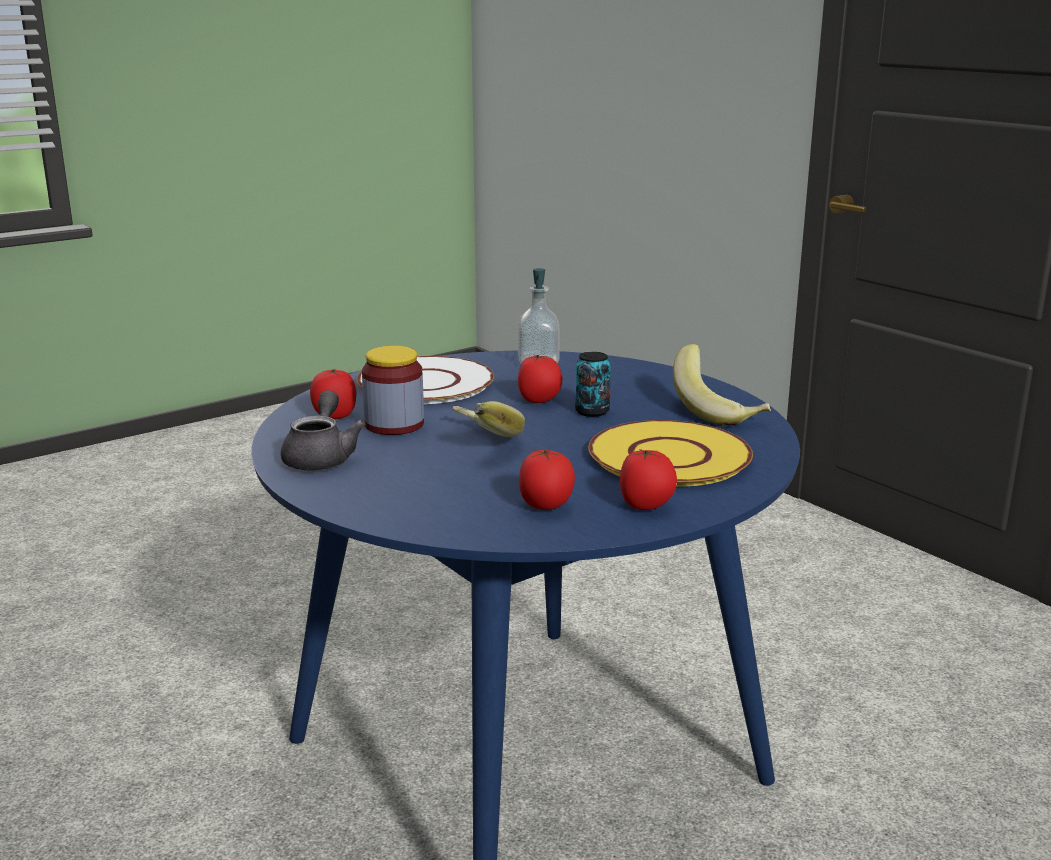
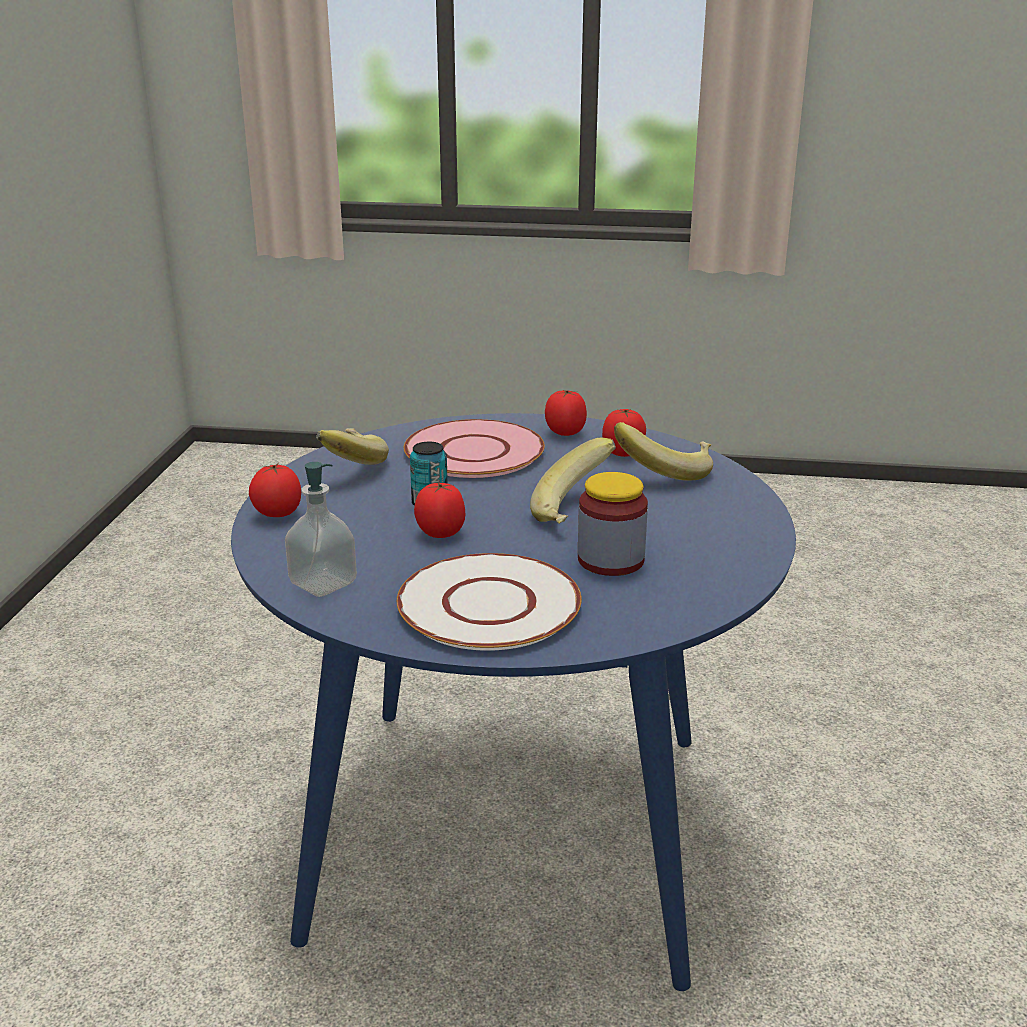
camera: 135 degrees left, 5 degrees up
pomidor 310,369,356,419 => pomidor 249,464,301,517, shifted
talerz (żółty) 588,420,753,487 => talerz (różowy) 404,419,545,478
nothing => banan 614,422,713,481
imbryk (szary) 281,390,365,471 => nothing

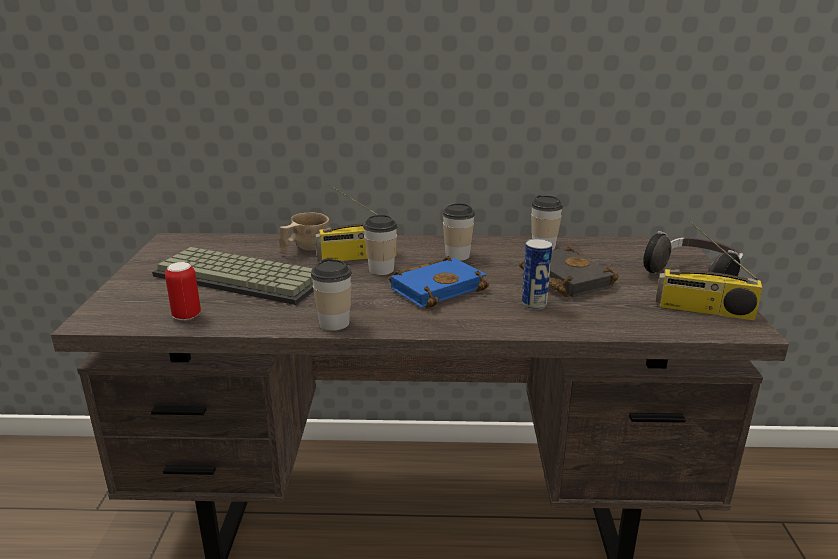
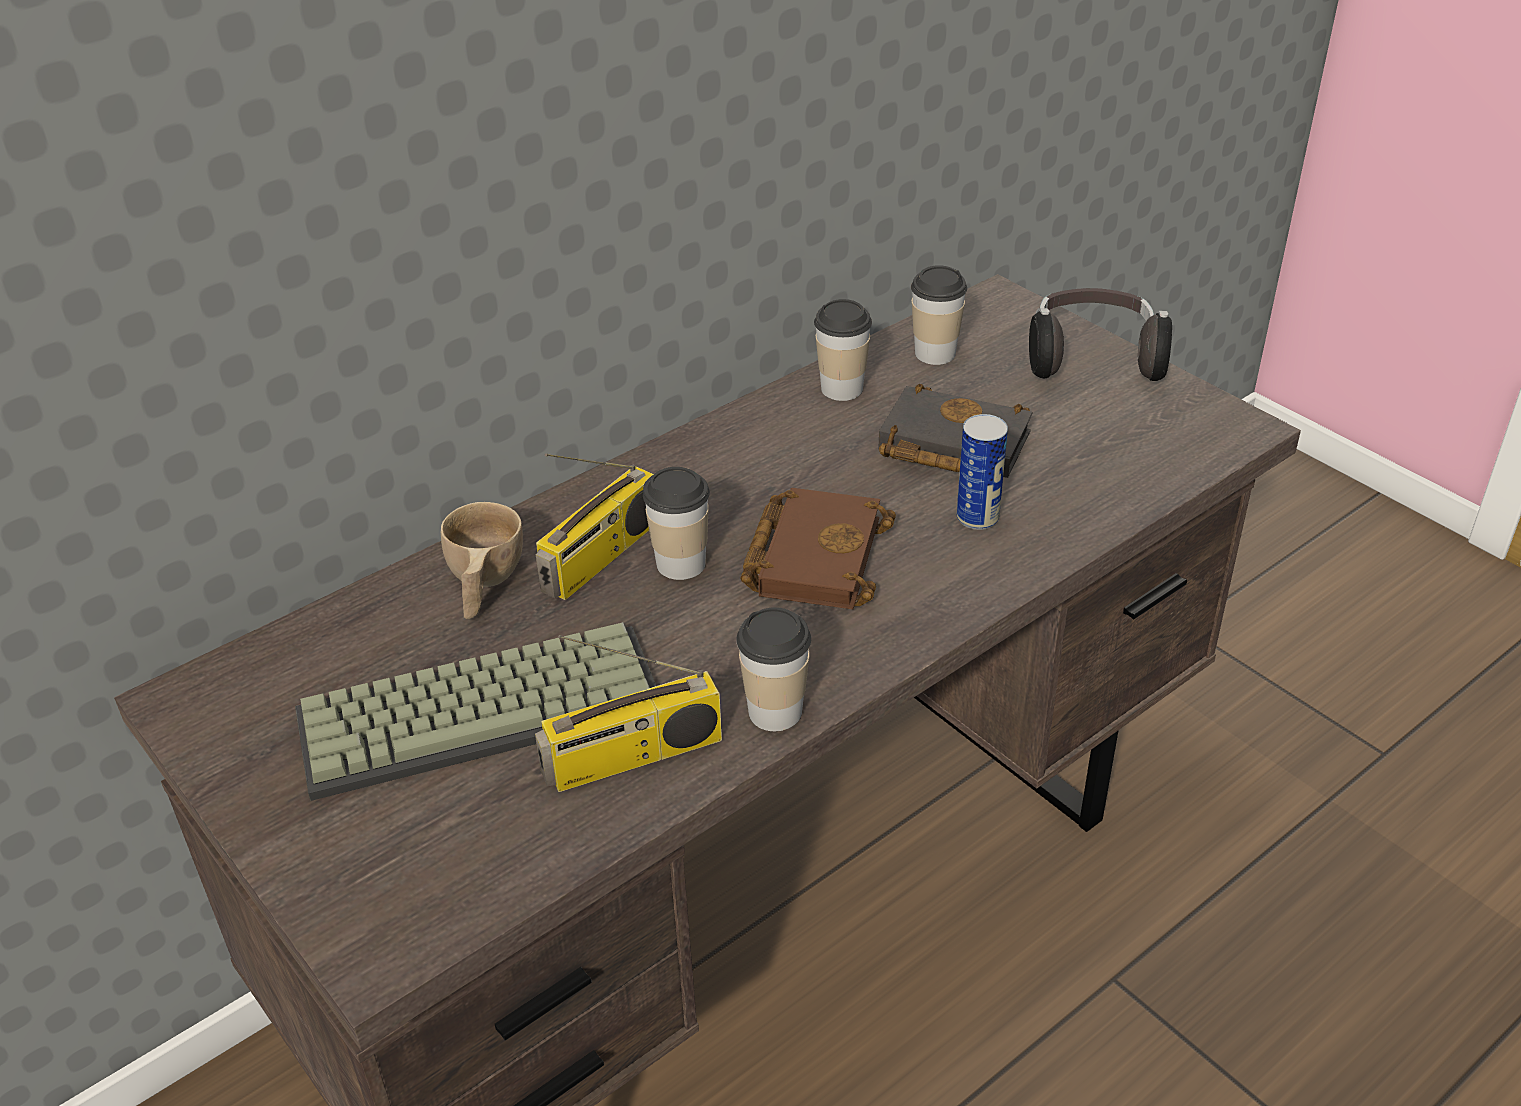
camera: 40 degrees left, 15 degrees up
radio 656,220,763,320 => radio 535,635,722,792, shifted
książka (niebieski) 389,256,489,308 => książka (brązowy) 740,488,896,609
filiżanka 442,203,475,261 => filiżanka 911,265,967,365, shifted
puszka 165,262,201,321 => nothing

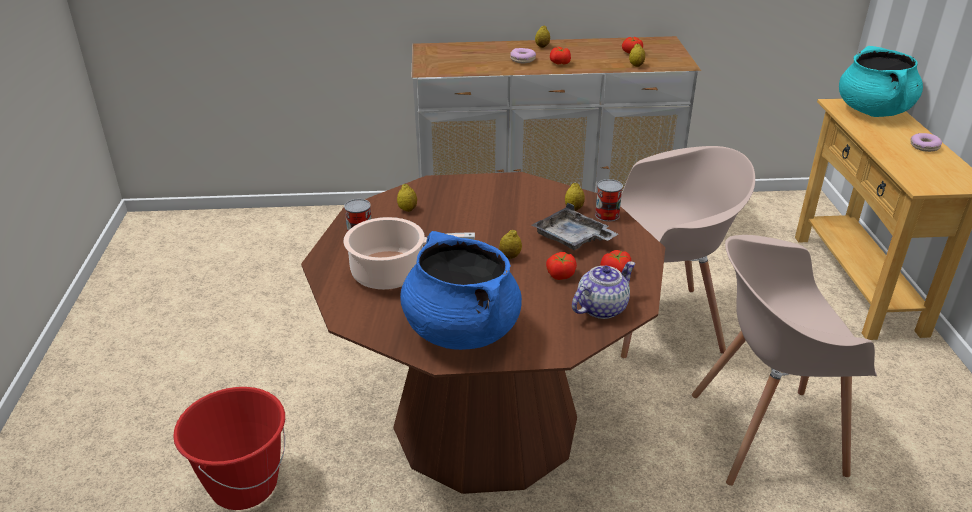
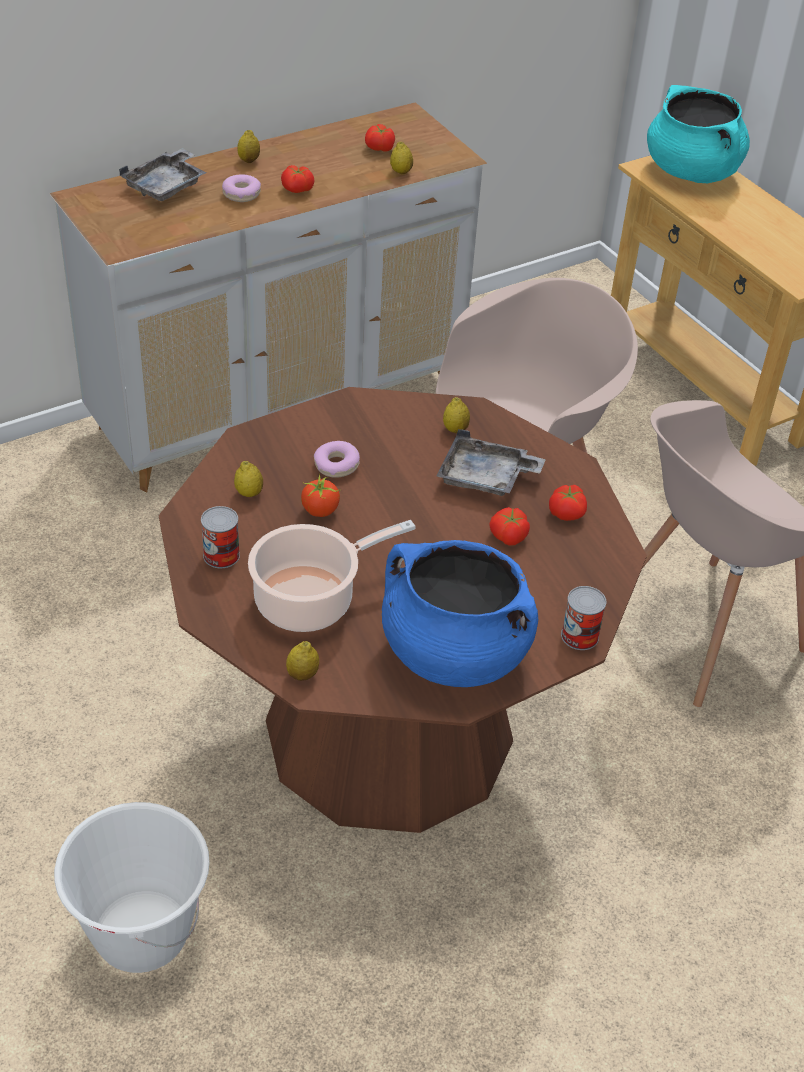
camera: 30 degrees left, 10 degrees up
wiadro (czerwony) 173,387,285,510 => wiadro (biały) 54,802,210,973
nothing => taca (szary) 119,148,207,201
cytryna 499,230,522,259 => cytryna 286,641,319,681, shifted
nothing => pomidor 301,474,340,517
donut 910,133,942,152 => donut 314,441,360,478, shifted
puszka 595,179,623,222 => puszka 561,586,606,650, shifted
imbryk 572,261,636,319 => nothing

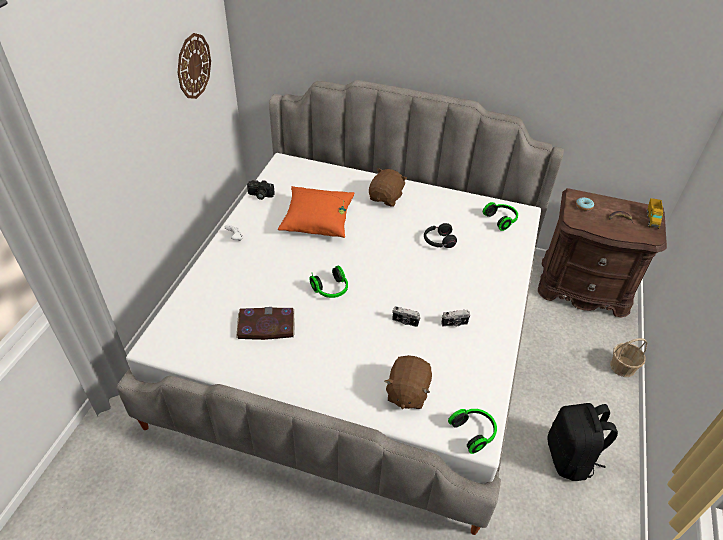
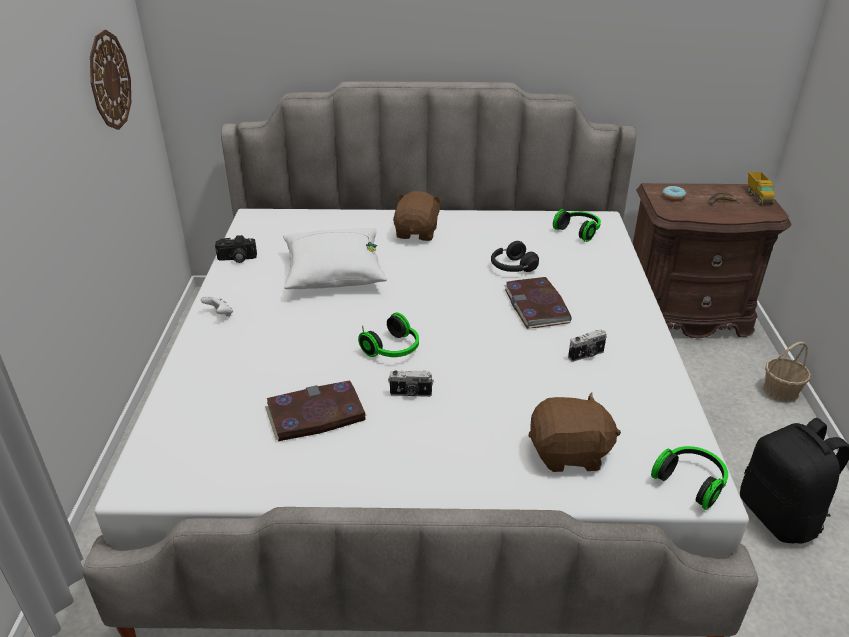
camera: 15 degrees left, 10 degrees down
poduszka (pomarańczowy) 278,186,354,238 => poduszka (biały) 283,228,387,289
aparat fotograficzny 392,306,420,327 => aparat fotograficzny 388,370,434,397, shifted
nothing => książka 504,277,572,329
pluszak (brązowy) 384,355,432,409 => pluszak (brązowy) 528,392,621,472, 90 degrees counterclockwise

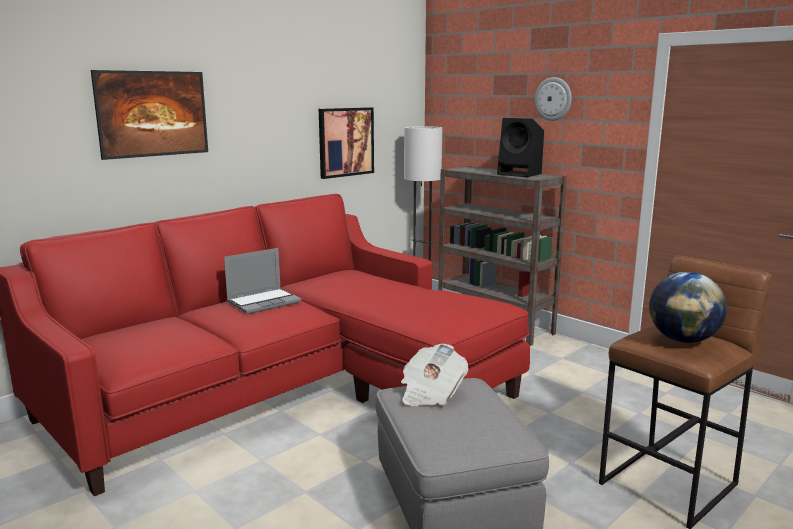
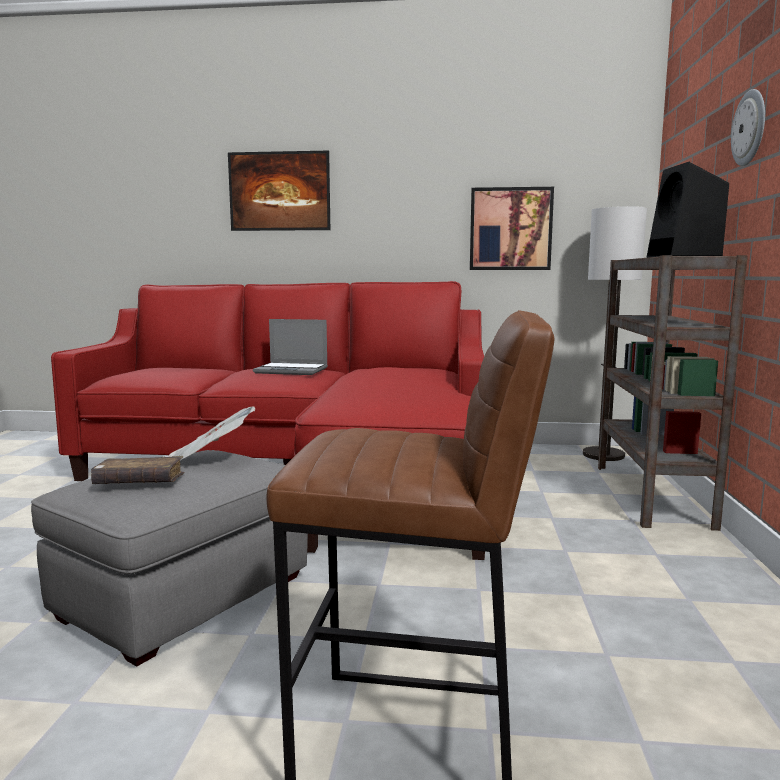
camera: 50 degrees right, 5 degrees down
nothing => książka (brązowy) 91,456,185,484
globus 649,272,727,343 => nothing

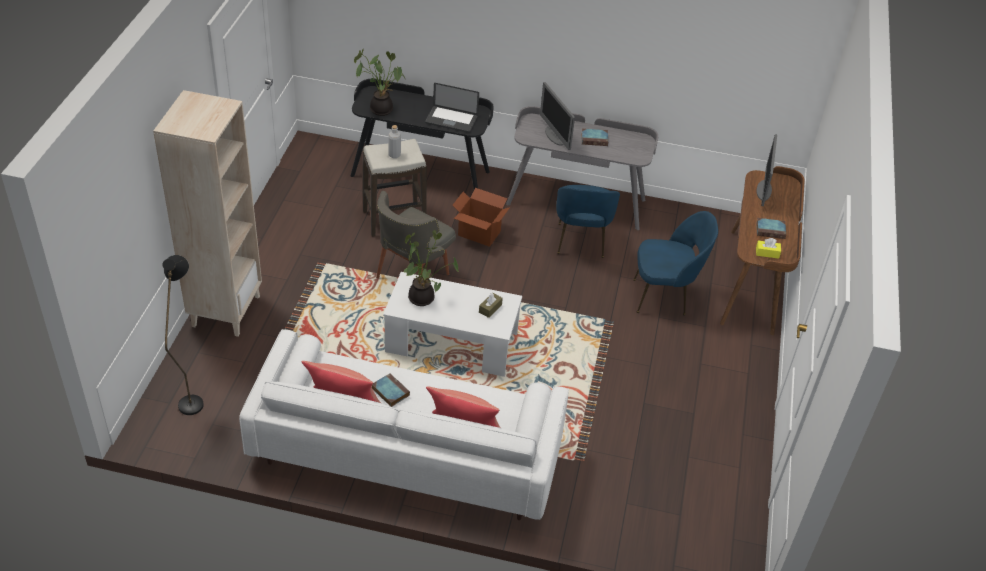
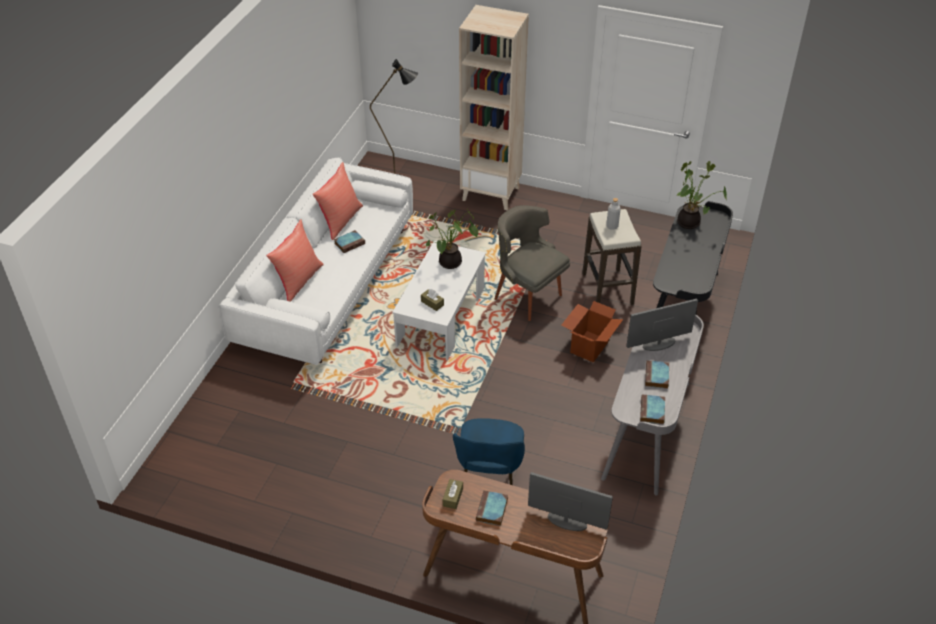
camera: 100 degrees right, 0 degrees up
pudełko chusteczek (żółty) 756,238,781,259 => pudełko chusteczek (brązowy) 443,479,463,509
nothing => książka 640,394,665,424
laptop 425,83,479,133 => nothing
krzesło (niebieski) 556,185,620,258 => nothing

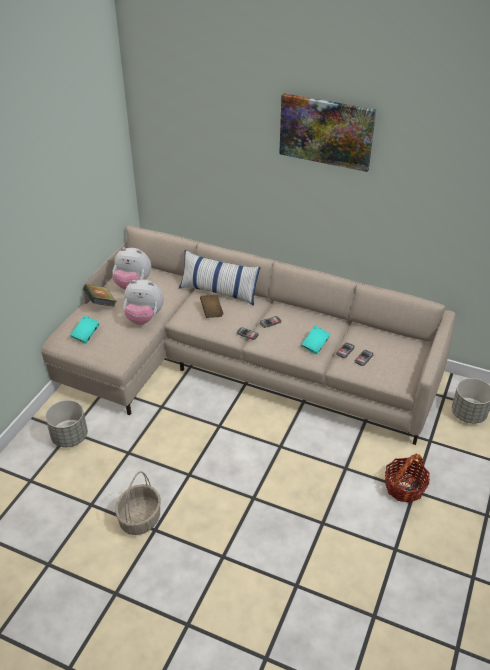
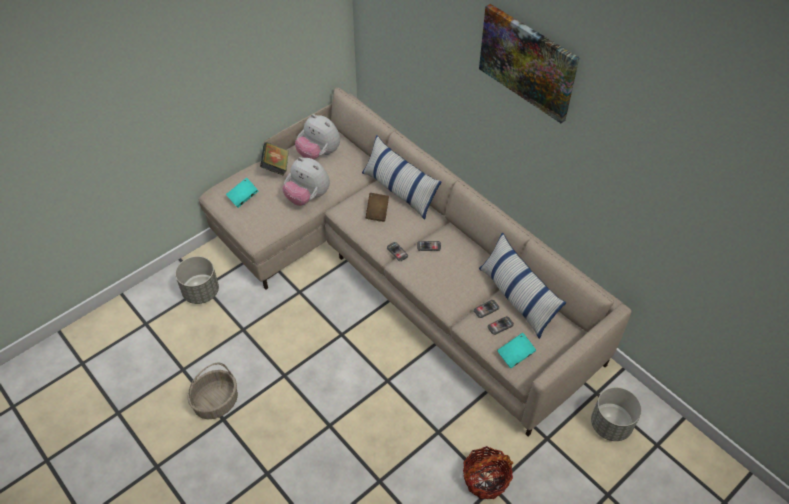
camera: 25 degrees right, 10 degrees up
nothing => poduszka 479,232,566,339
książka (turkusowy) 301,326,330,354 => książka (turkusowy) 497,333,536,368, shifted

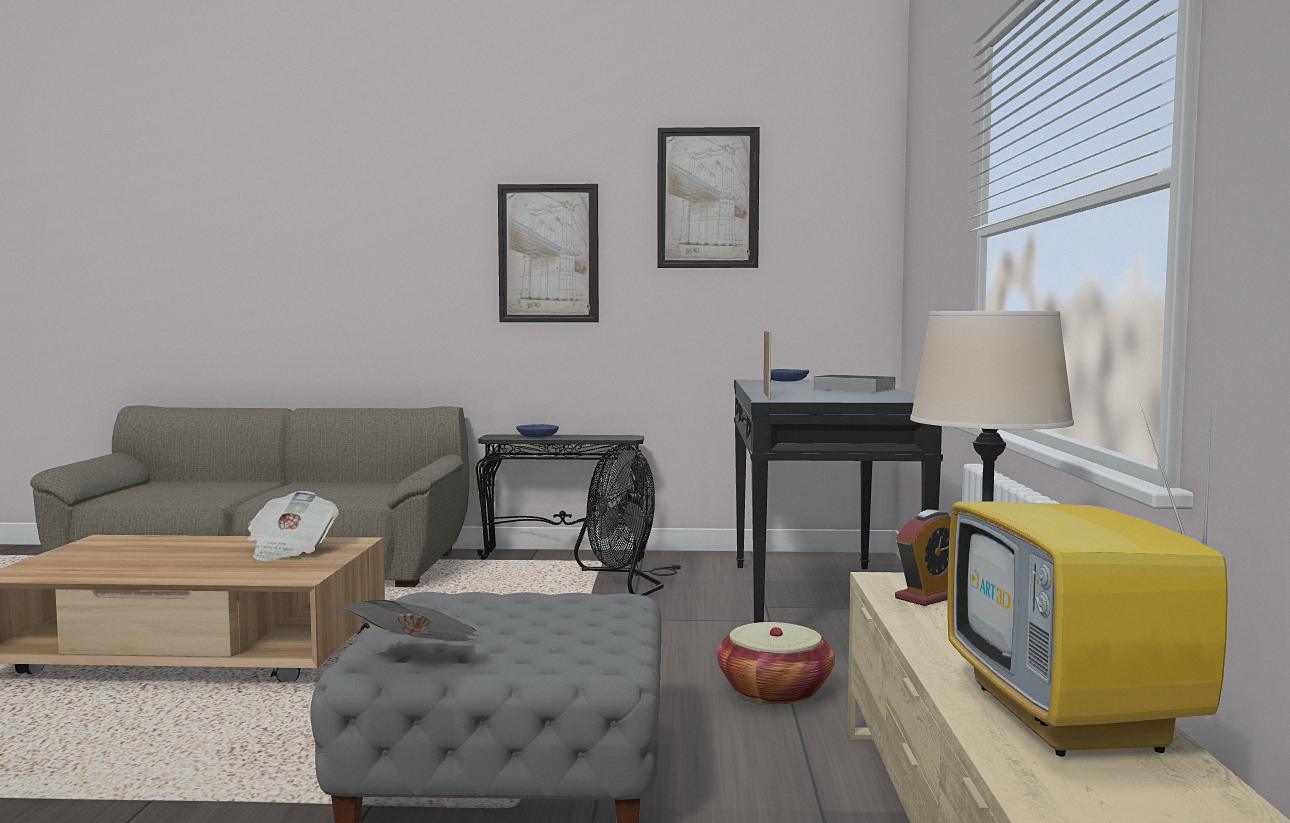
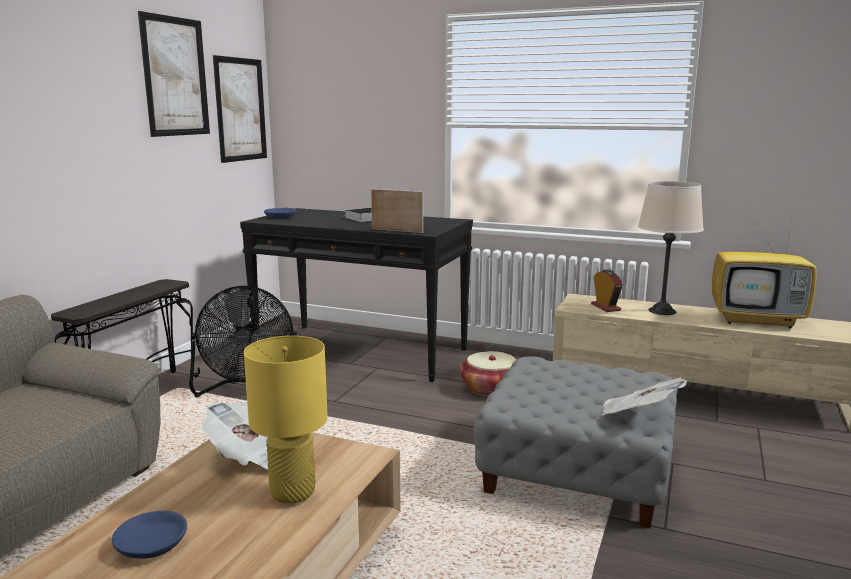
camera: 70 degrees left, 10 degrees up
miska (niebieski) 516,424,559,438 => miska (niebieski) 112,511,187,559, shifted
obraz 498,184,599,322 => obraz 213,55,267,163, shifted
nothing => lampa stołowa (żółty) 244,336,328,504

